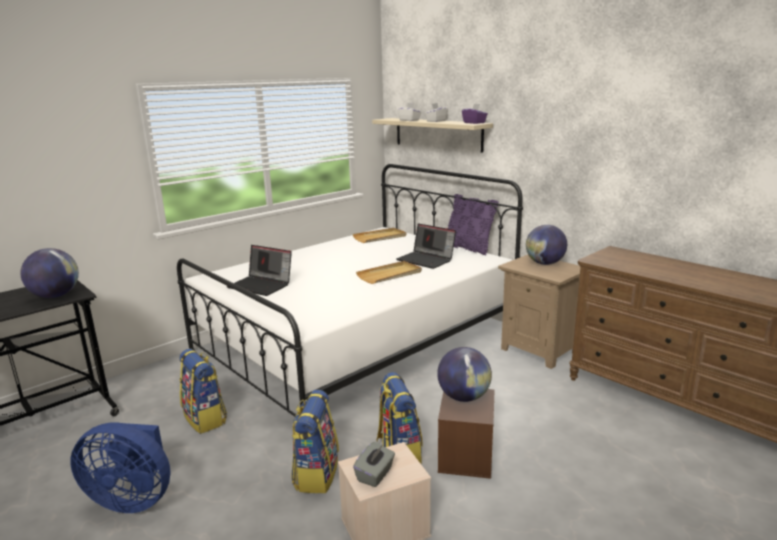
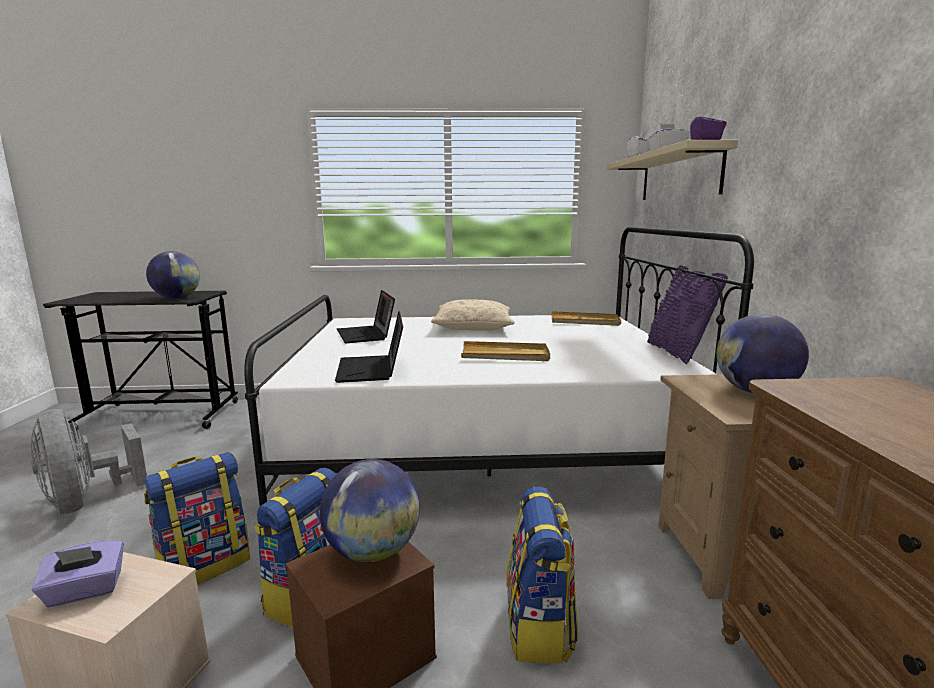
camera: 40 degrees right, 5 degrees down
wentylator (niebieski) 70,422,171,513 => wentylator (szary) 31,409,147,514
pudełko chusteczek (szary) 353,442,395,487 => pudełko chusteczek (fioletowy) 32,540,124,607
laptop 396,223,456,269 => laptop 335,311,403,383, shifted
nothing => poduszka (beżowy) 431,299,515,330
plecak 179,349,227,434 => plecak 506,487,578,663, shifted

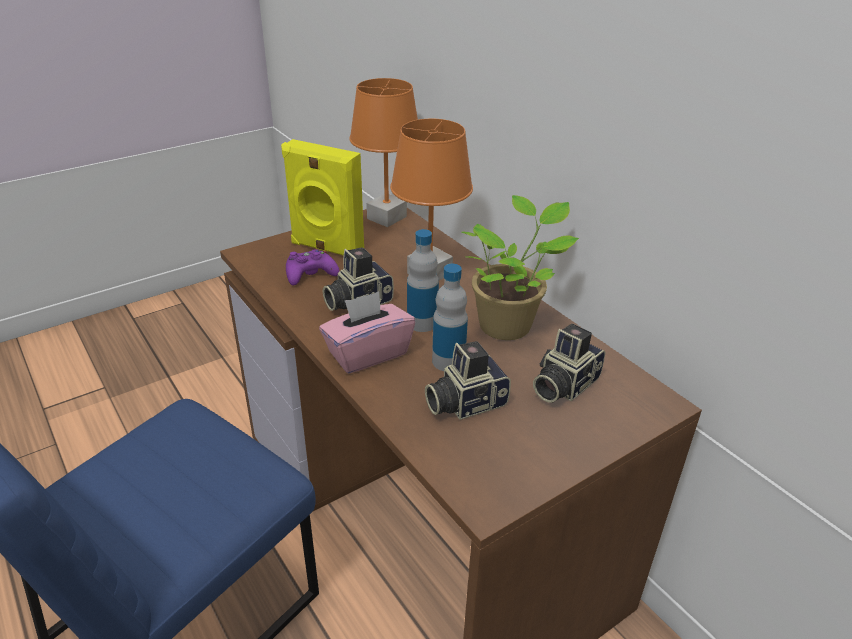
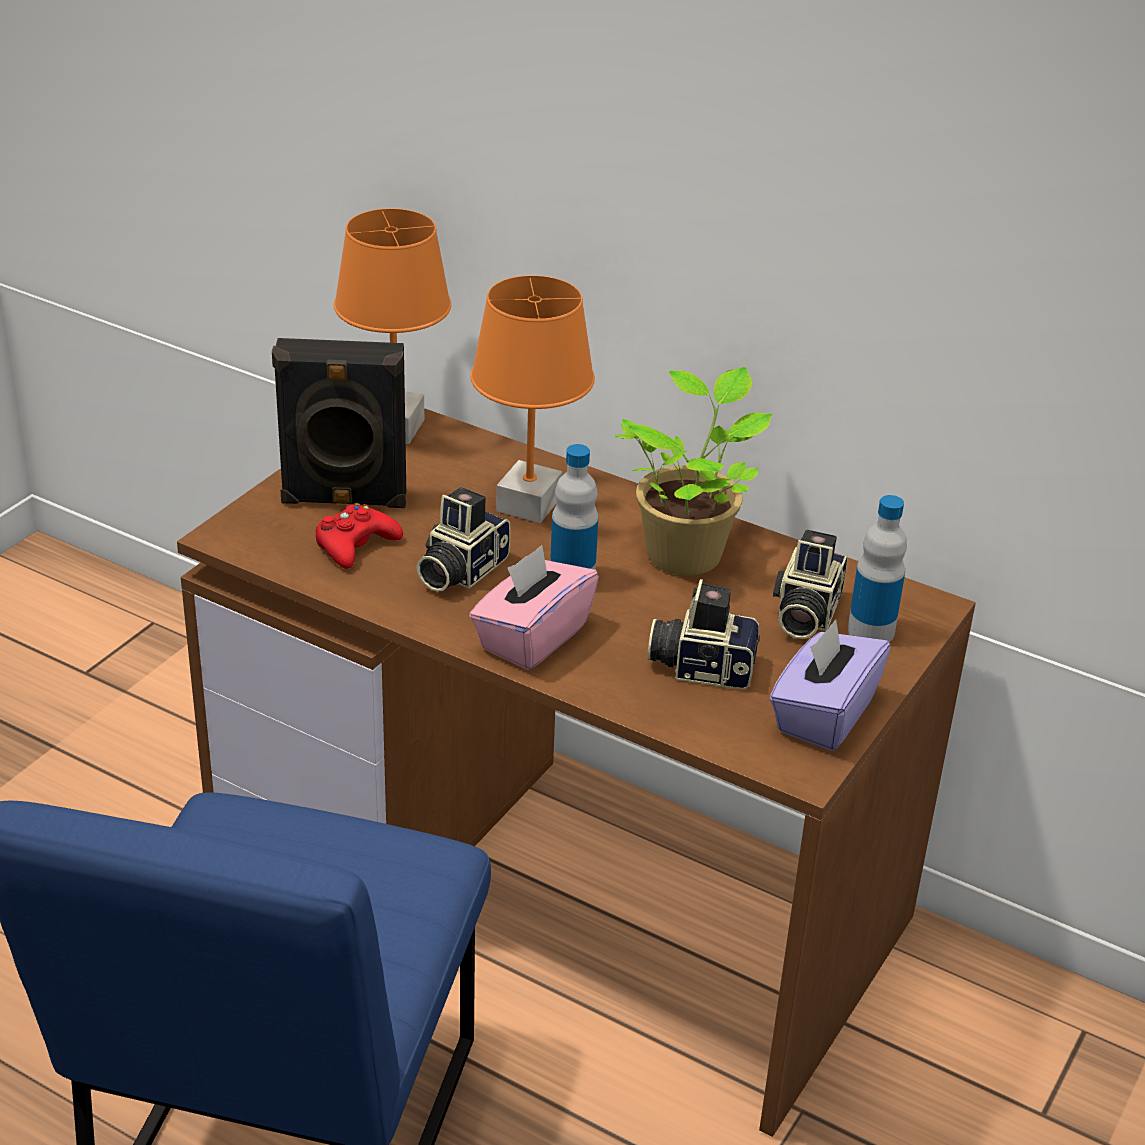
camera: 25 degrees left, 0 degrees up
głośnik (żółty) 281,139,364,256 => głośnik (czarny) 272,338,406,508
pad do gier (fioletowy) 286,249,340,285 => pad do gier (czerwony) 316,503,403,569
aparat fotograficzny 425,341,511,420 => aparat fotograficzny 648,579,760,690, 60 degrees clockwise
nothing => pudełko chusteczek (fioletowy) 770,619,891,751
butelka 432,264,468,371 => butelka 848,495,907,642, shifted

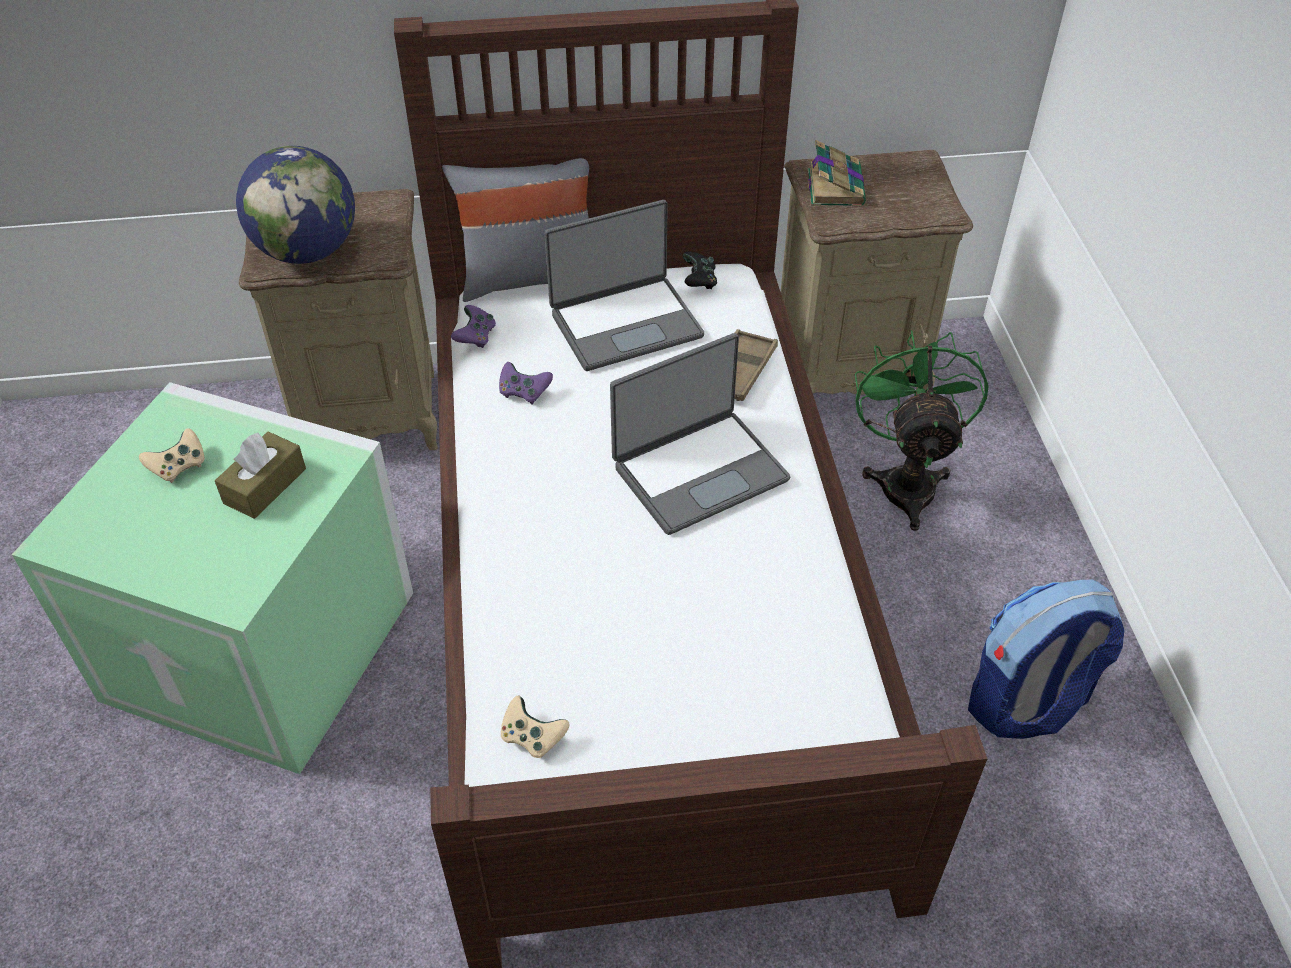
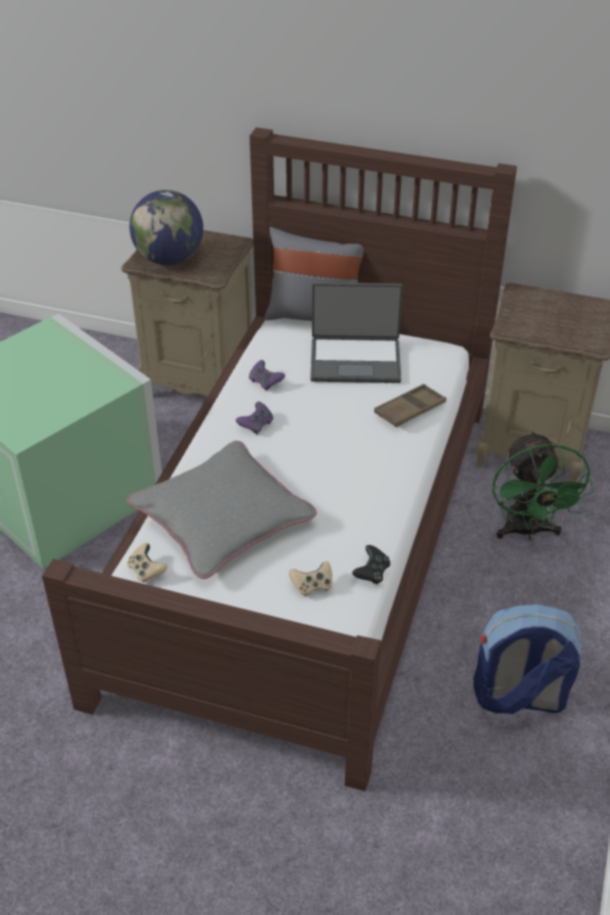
camera: 25 degrees right, 5 degrees down
nothing => poduszka (szary) 127,441,317,579
pad do gier (fioletowy) 451,305,496,348 => pad do gier (fioletowy) 236,401,274,435, shifted
pad do gier (beżowy) 139,428,205,483 => pad do gier (beżowy) 289,561,332,596, shifted
pad do gier (czarny) 683,251,717,289 => pad do gier (czarny) 352,545,390,584, shifted
wentylator (zielony) 855,330,989,531 => wentylator (zielony) 492,430,594,540, 150 degrees clockwise
pudełko chusteczek (brązowy) 215,431,306,519 => nothing
laptop 610,333,790,535 => nothing
książka 807,140,866,207 => nothing

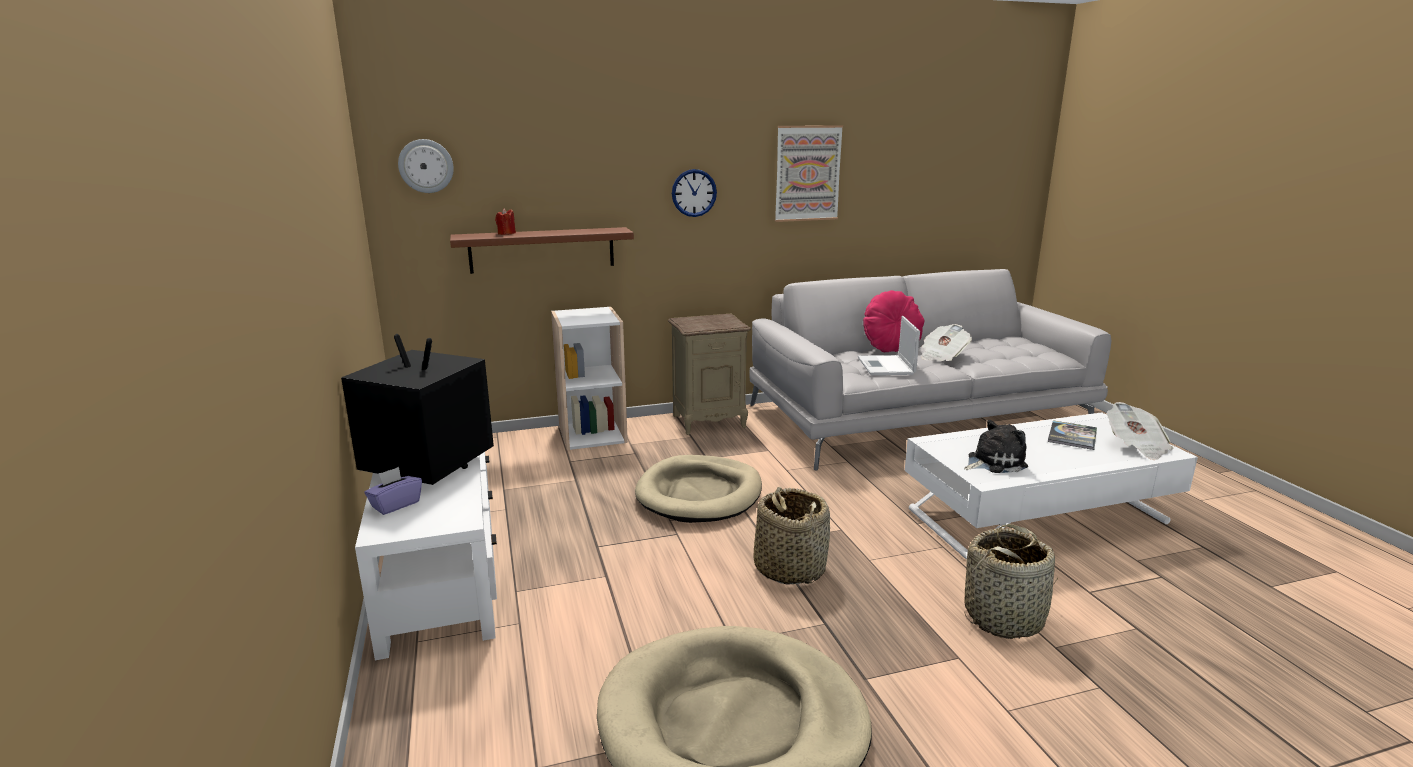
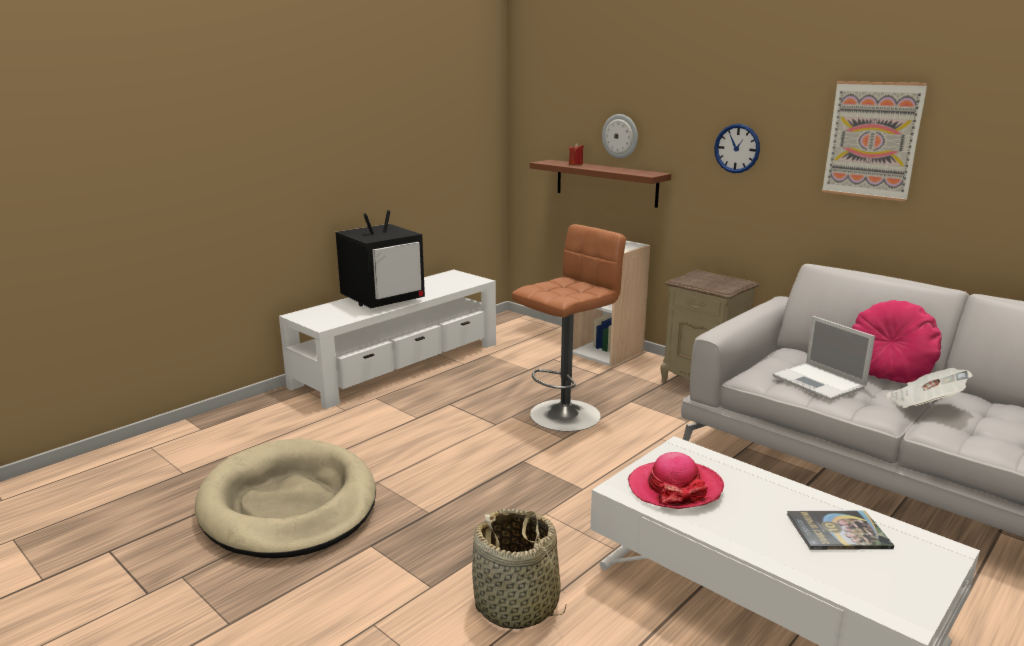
camera: 60 degrees right, 0 degrees up
telewizor 341,334,494,485 => telewizor 336,210,425,308, 60 degrees clockwise
legowisko (beżowy) 635,455,762,523 => stołek (brązowy) 512,224,626,431
zegar ścienny 398,139,454,193 => zegar ścienny 602,114,638,158, shifted
pluszak 964,420,1028,473 => kapelusz 628,452,724,509
laptop 858,316,920,375 => laptop 772,316,875,401, 90 degrees counterclockwise
pudełko chusteczek (fioletowy) 364,467,422,515 => nothing
koszyk 754,487,830,585 => nothing
gazeta 1107,402,1174,460 => nothing

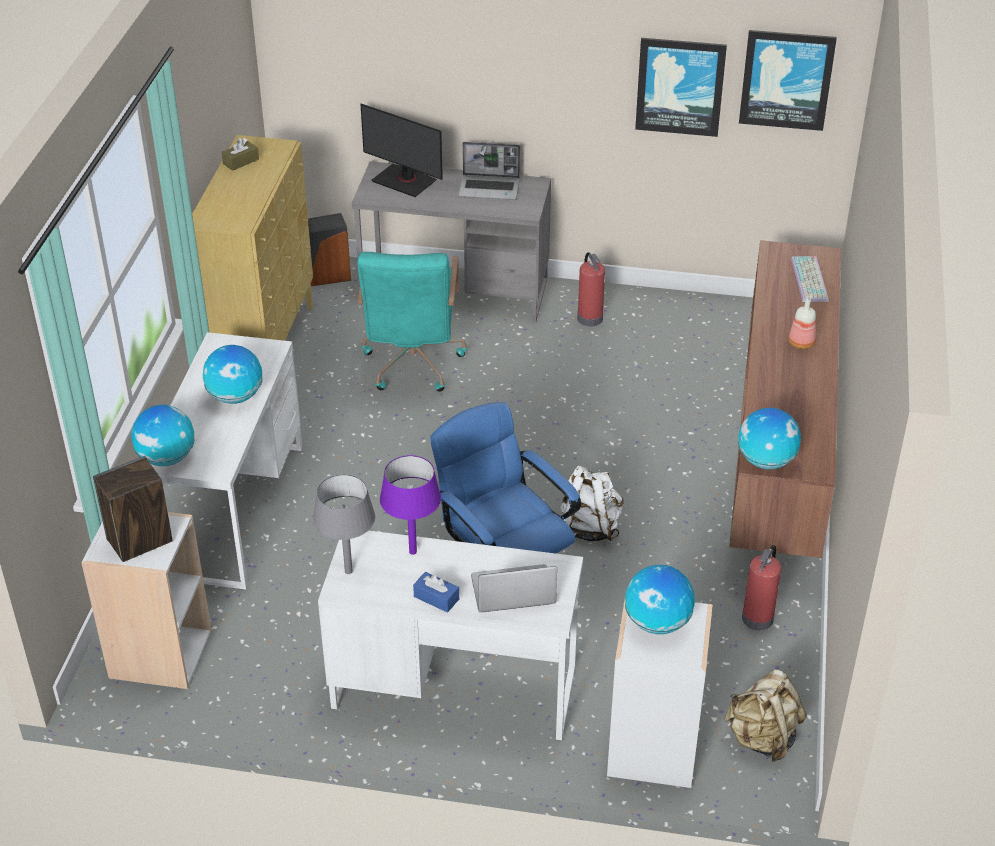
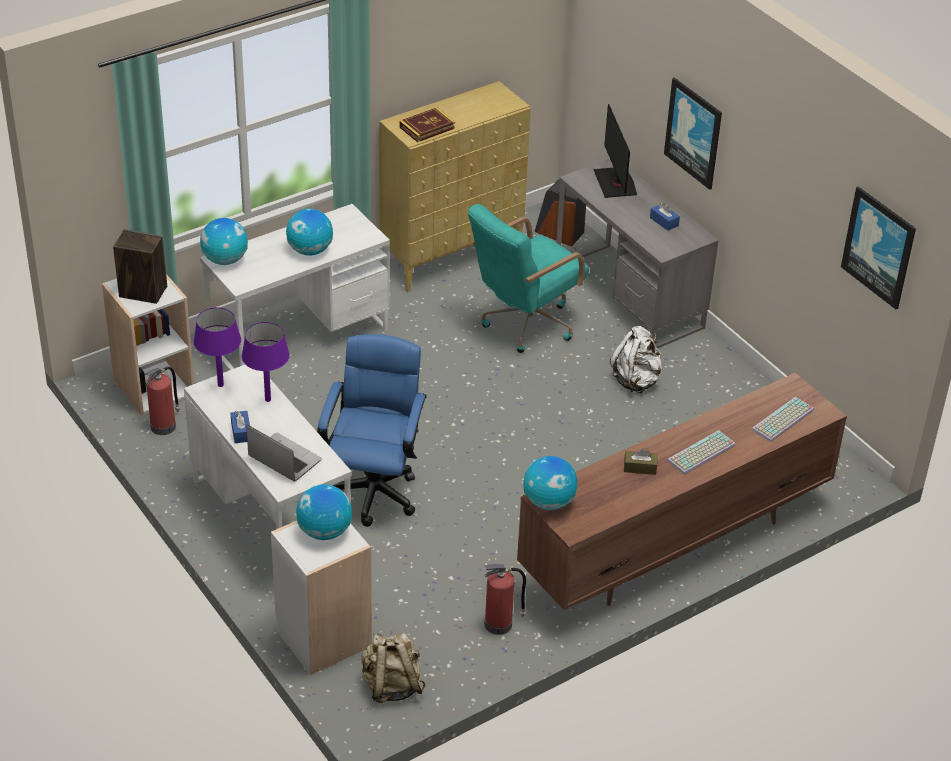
camera: 45 degrees right, 0 degrees up
gaśnica 577,252,605,326 => gaśnica 145,367,180,435, shifted
lampa stołowa (szary) 313,474,375,574 => lampa stołowa (fioletowy) 193,307,241,387
nothing => książka 400,107,455,142
plecak (biały) 560,466,623,541 => plecak (biały) 610,326,662,393, shifted
pudełko chusteczek (brązowy) 221,138,259,171 => pudełko chusteczek (brązowy) 624,448,658,475, shifted
laptop 458,142,520,200 => pudełko chusteczek (niebieski) 650,203,680,231
obraz 635,38,727,137 => obraz 664,78,722,190, shifted
butelka 789,297,816,349 => klawiatura 667,430,736,475

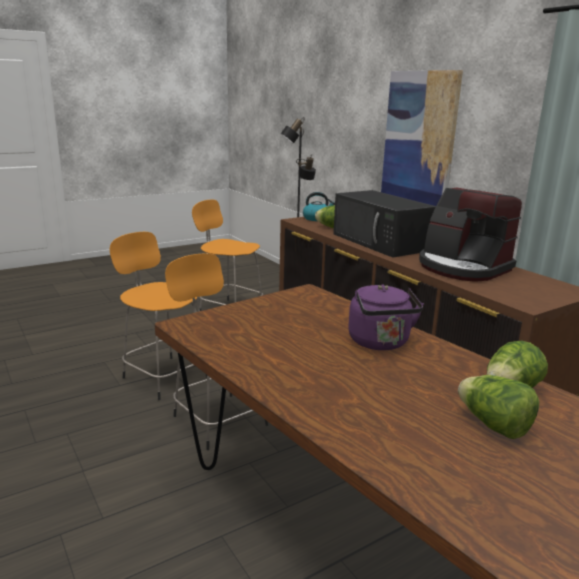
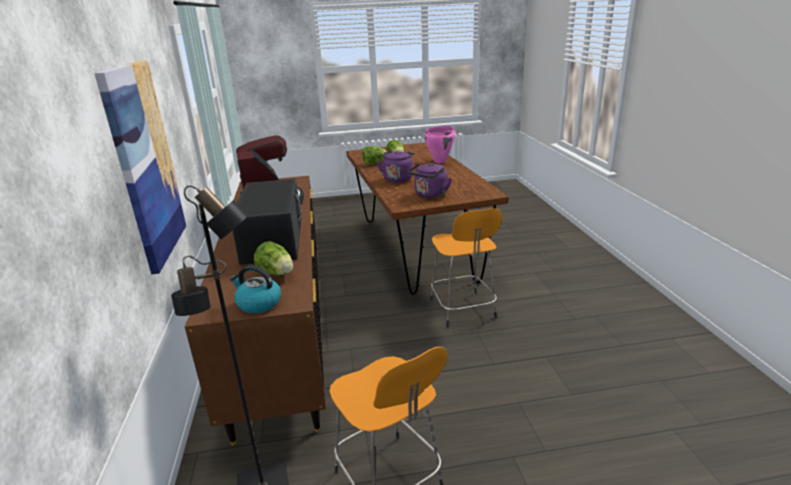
camera: 155 degrees left, 5 degrees up
nothing => czajnik (fioletowy) 408,163,452,198
nothing => garnek (różowy) 424,126,455,163
stołek (pomarańczowy) 110,232,207,400 => nothing

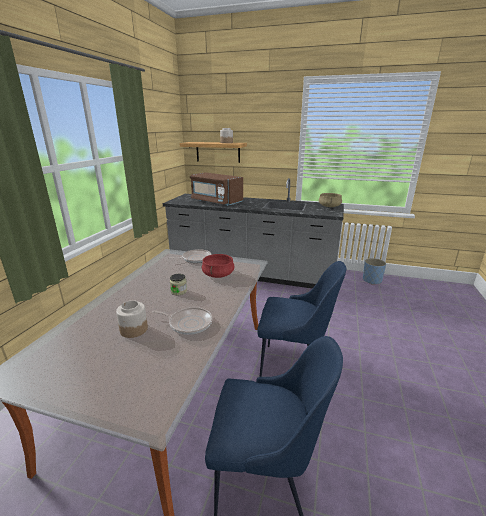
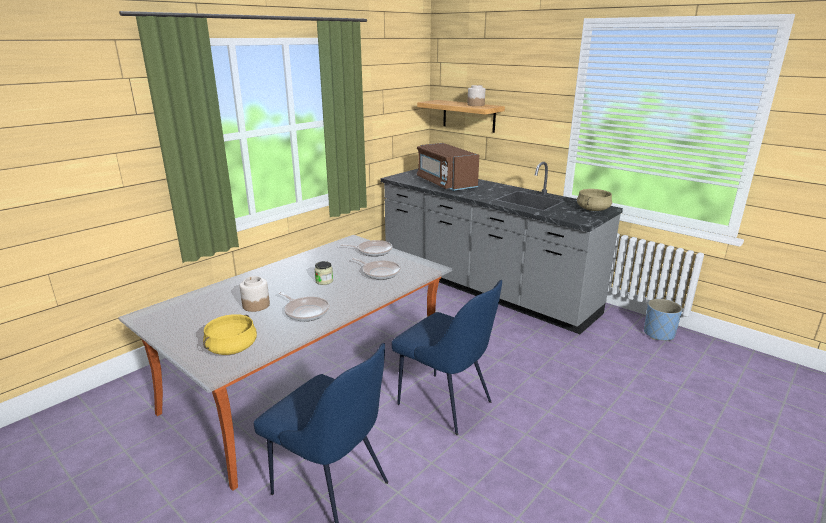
camera: 25 degrees right, 0 degrees up
nothing => garnek (żółty) 203,314,257,355
garnek (czerwony) 202,254,235,278 => patelnia 352,258,401,280

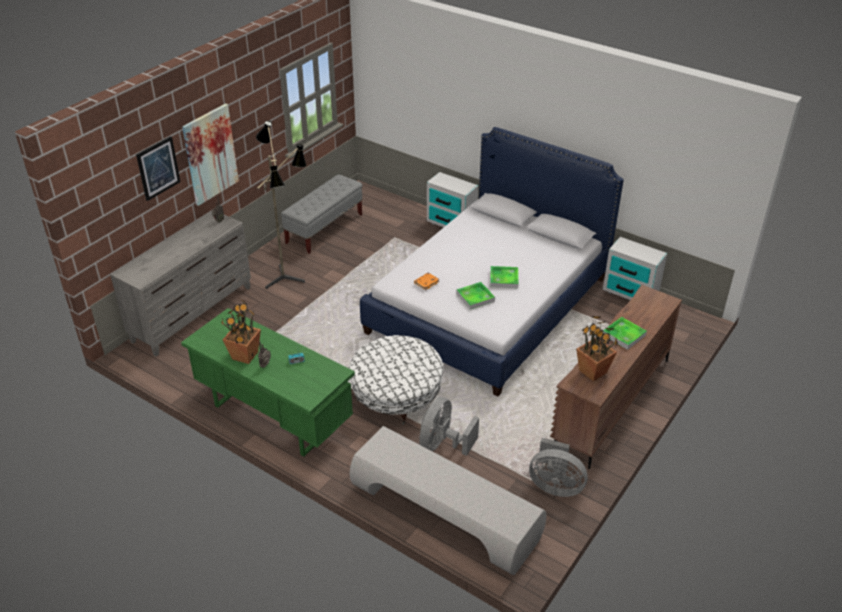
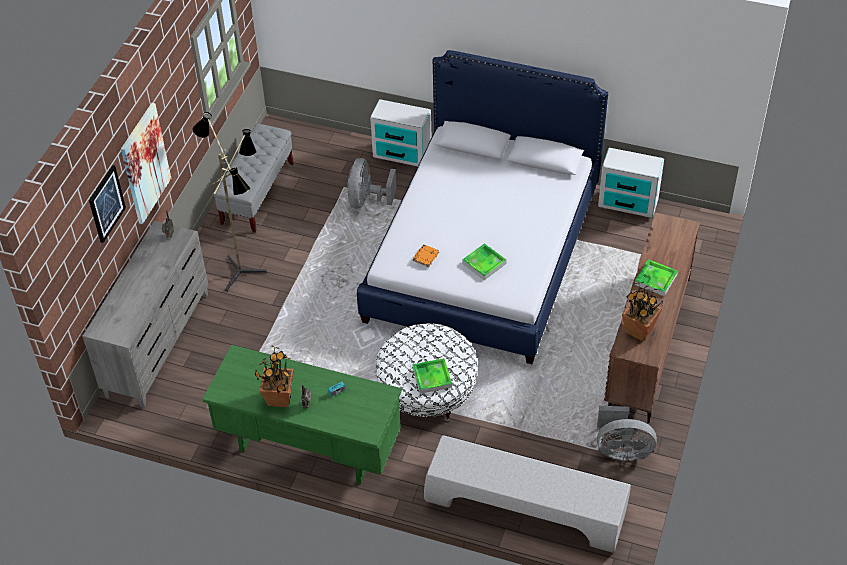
camera: 15 degrees left, 10 degrees up
wentylator (szary) 419,397,479,456 => wentylator (szary) 347,158,397,209, shifted
taca 490,266,518,288 => taca 413,358,452,394, shifted

